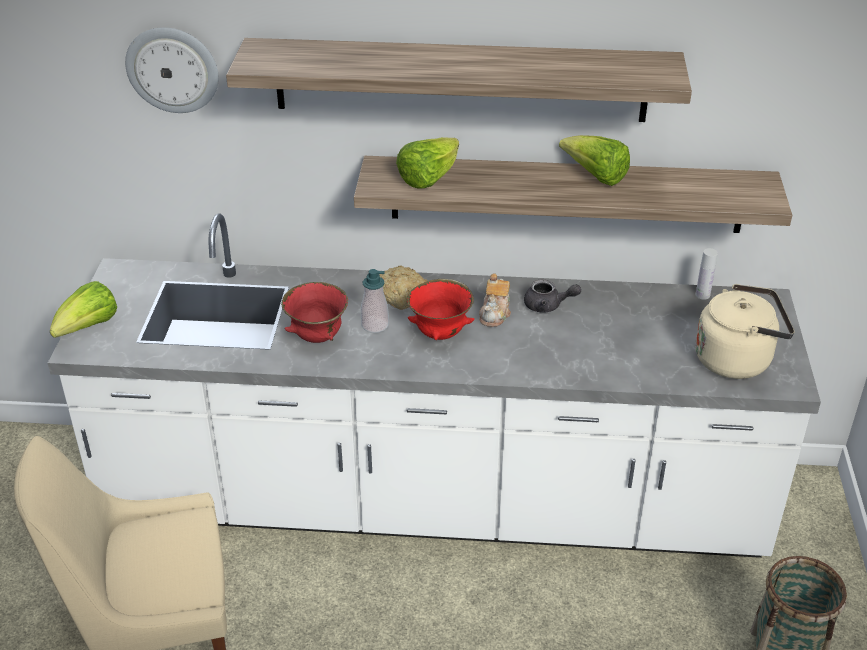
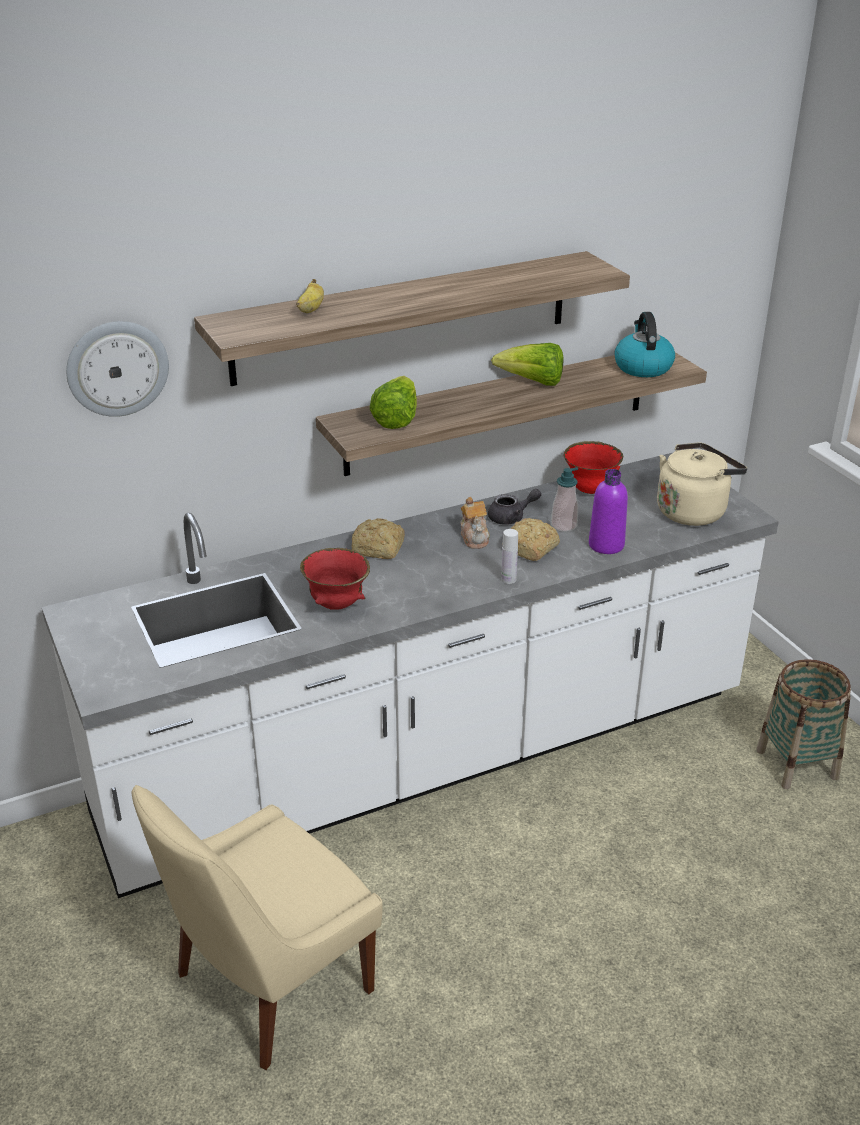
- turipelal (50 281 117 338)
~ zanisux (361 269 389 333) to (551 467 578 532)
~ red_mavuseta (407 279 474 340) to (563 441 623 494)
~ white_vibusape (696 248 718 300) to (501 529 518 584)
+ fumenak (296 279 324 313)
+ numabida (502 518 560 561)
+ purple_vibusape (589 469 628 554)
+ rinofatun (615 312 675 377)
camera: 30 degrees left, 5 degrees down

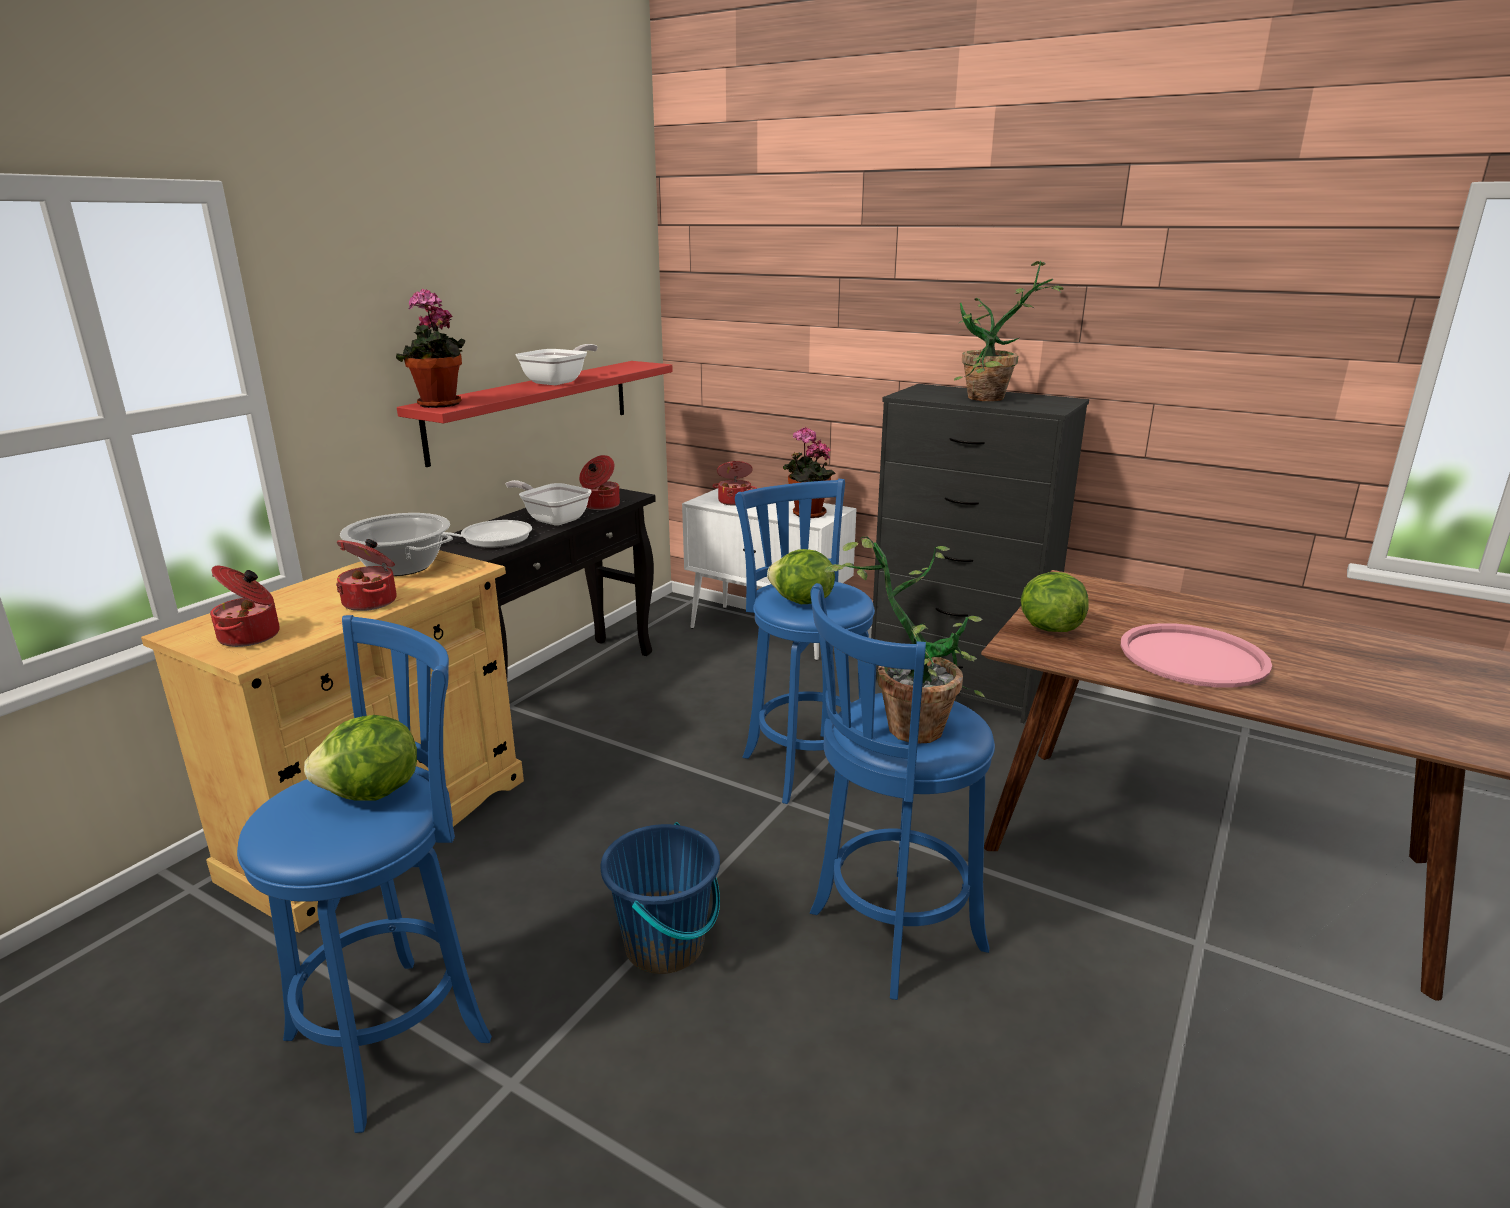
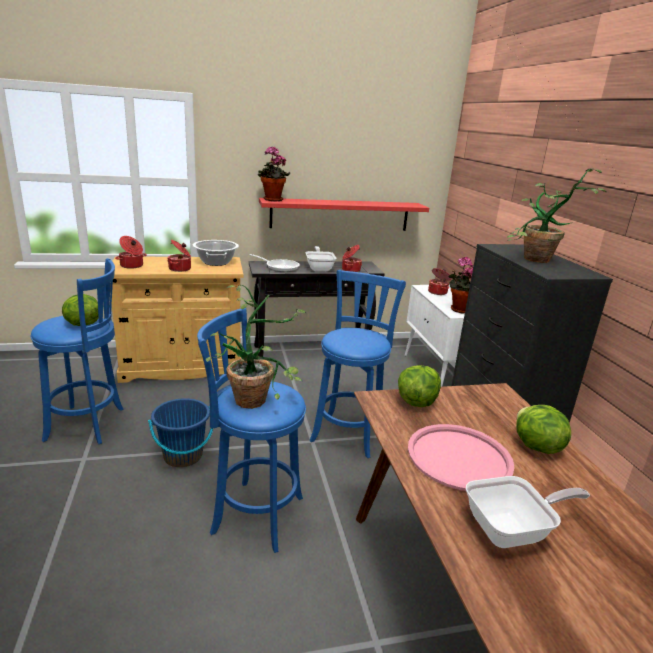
~ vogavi (516 344 598 385) to (466 476 590 548)
~ turipelal (767 549 835 604) to (516 405 571 454)
camera: 45 degrees right, 0 degrees up

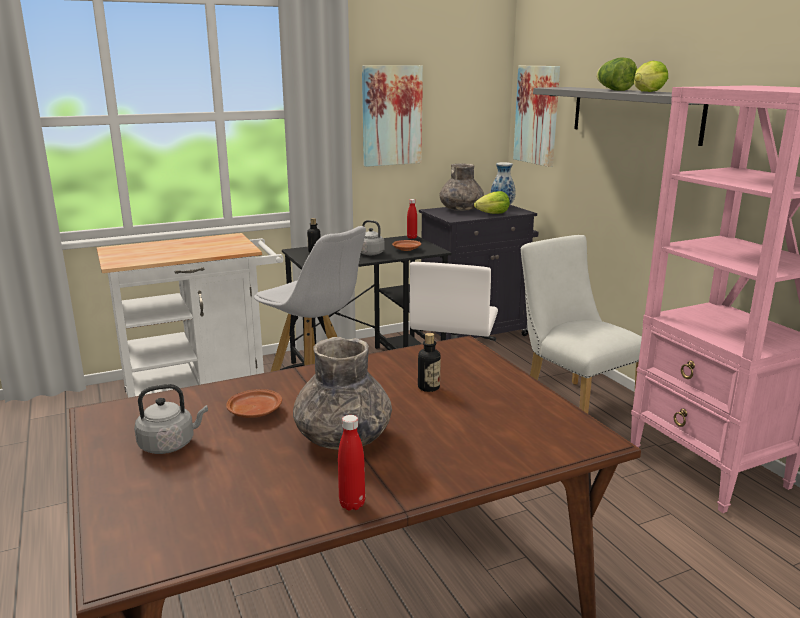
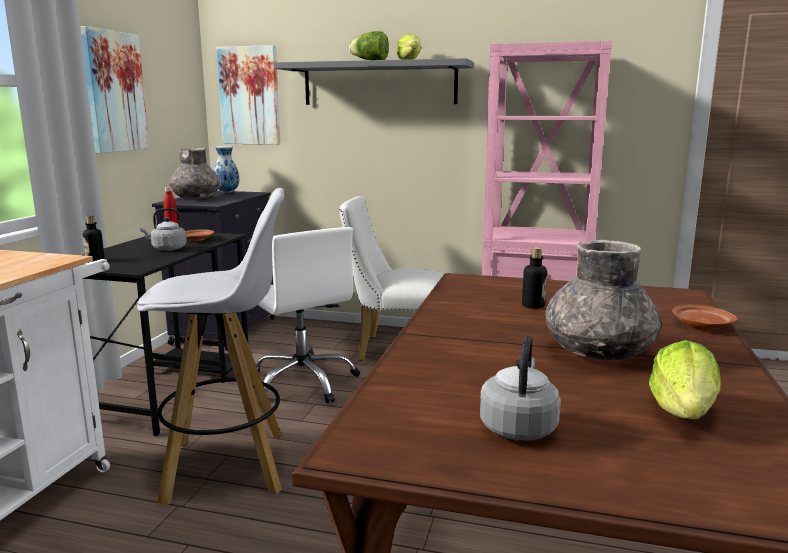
~ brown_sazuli (226 389 282 418) to (672 305 737 330)
- red_vibusape (338 415 365 511)
~ turipelal (474 191 510 214) to (649 340 721 419)
camera: 50 degrees left, 5 degrees down

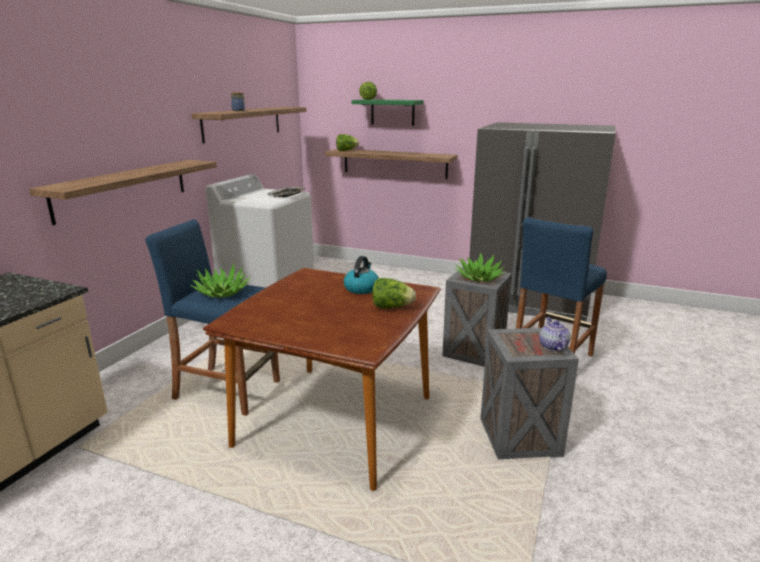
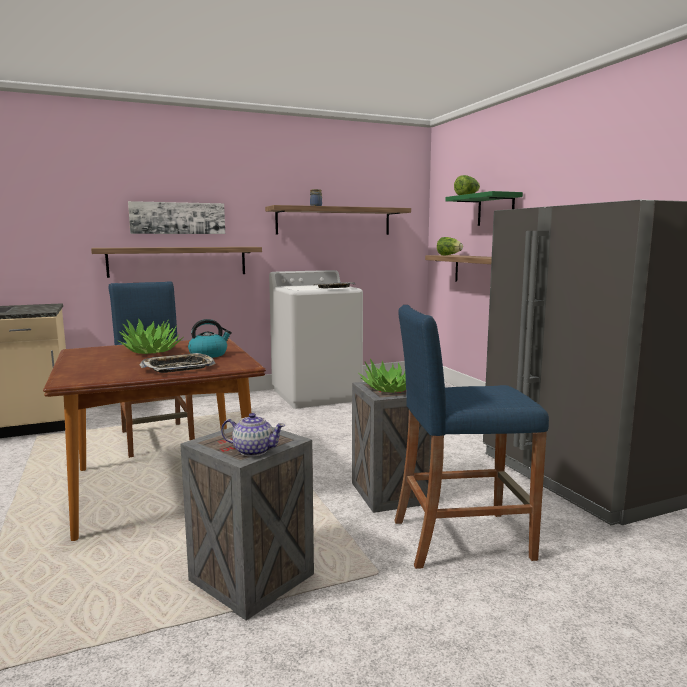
~ turipelal (372 278 416 309) to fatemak (139 353 215 373)
~ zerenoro (539 317 571 351) = (221 413 285 457) 60 degrees clockwise
+ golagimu (118 323 184 354)
+ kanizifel (128 201 225 234)
camera: 45 degrees right, 10 degrees down

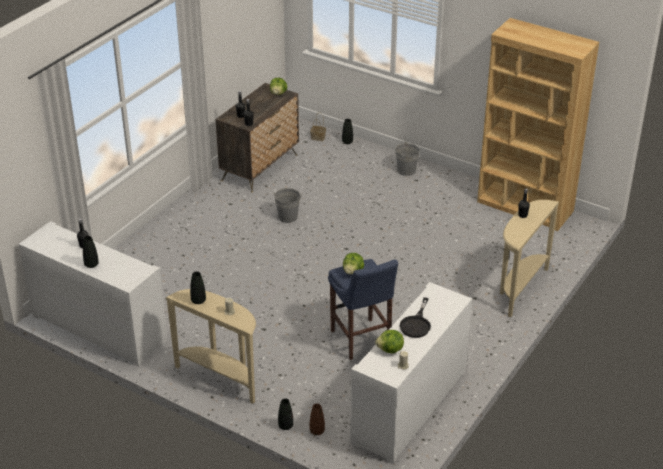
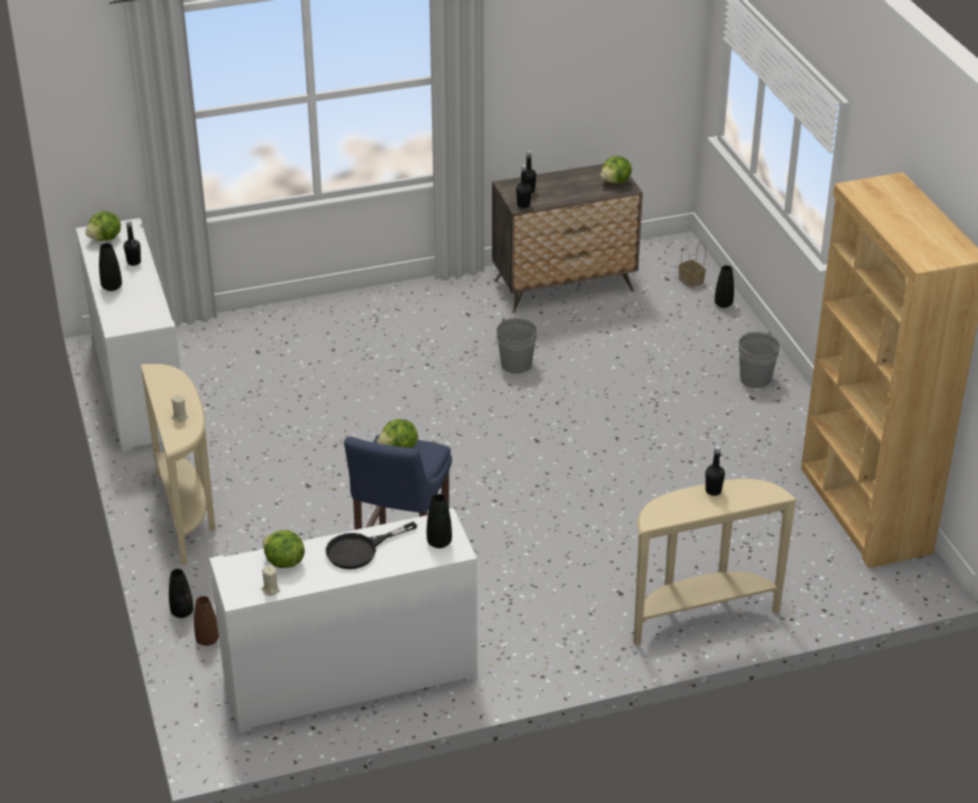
~ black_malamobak (190 271 206 304) to (427 494 452 548)
+ turipelal (85 211 121 241)
camera: 40 degrees right, 0 degrees up

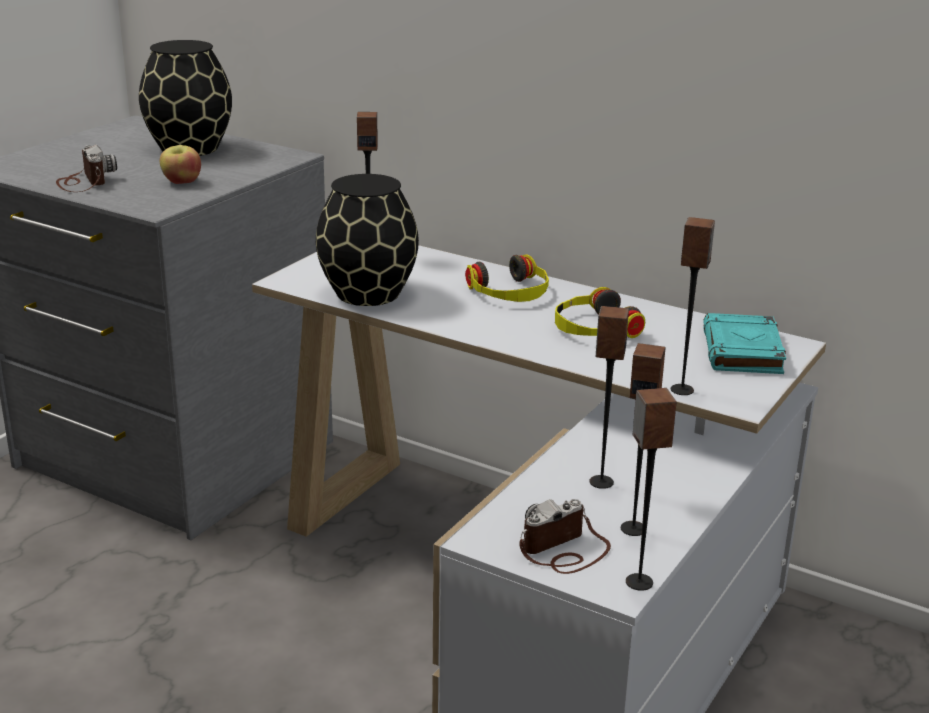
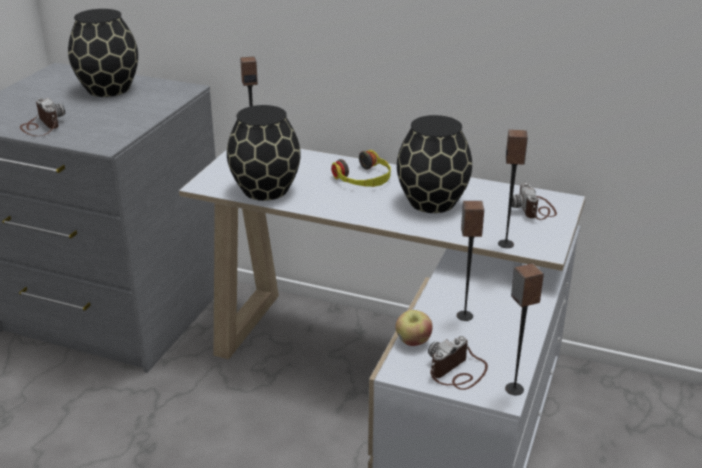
~ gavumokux (160 145 201 184) to (395 310 433 346)
~ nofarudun (555 287 645 338) to black_malamobak (397 115 472 213)
- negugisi (621 343 665 536)
~ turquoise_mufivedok (703 313 786 374) to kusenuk (511 182 557 220)
camera: 10 degrees left, 5 degrees up

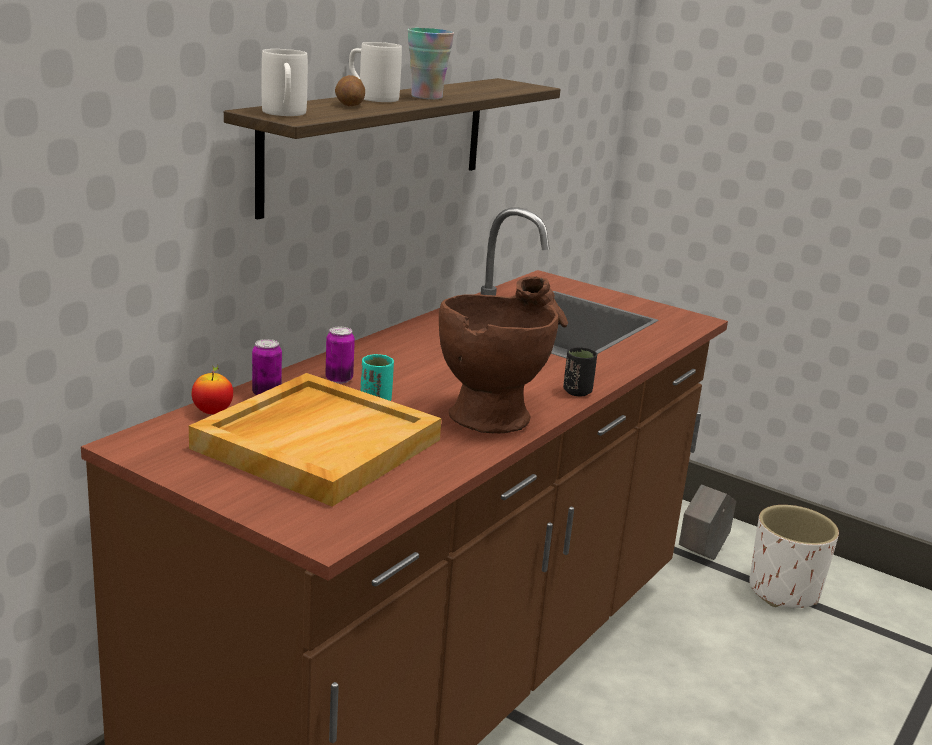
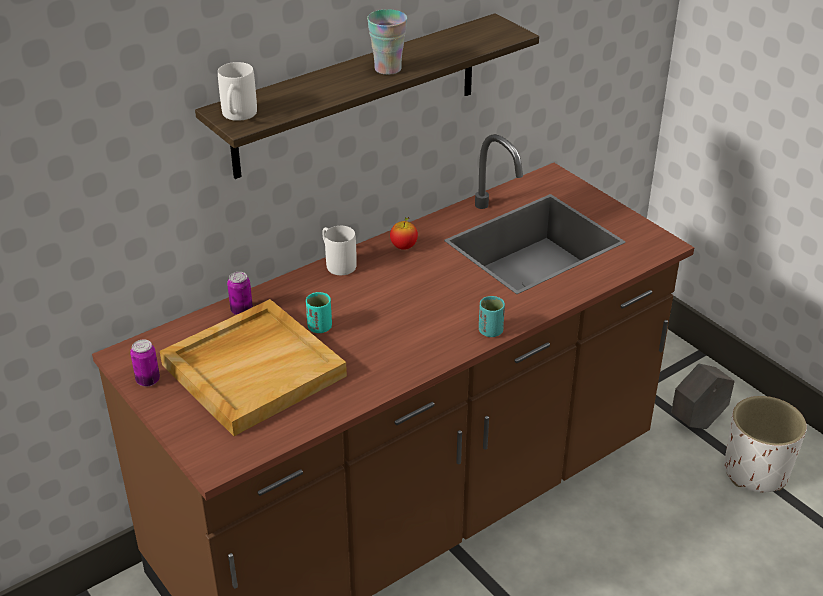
~ gavumokux (191 366 233 414) to (390 217 418 250)
~ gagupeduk (325 327 355 384) to (130 340 160 387)
- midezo (335 75 365 106)
~ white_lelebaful (349 42 402 102) to (322 226 357 275)
- brown_malamobak (439 276 568 434)
~ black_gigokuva (563 347 597 397) to turquoise_gigokuva (479 296 505 337)
camera: 20 degrees right, 15 degrees up

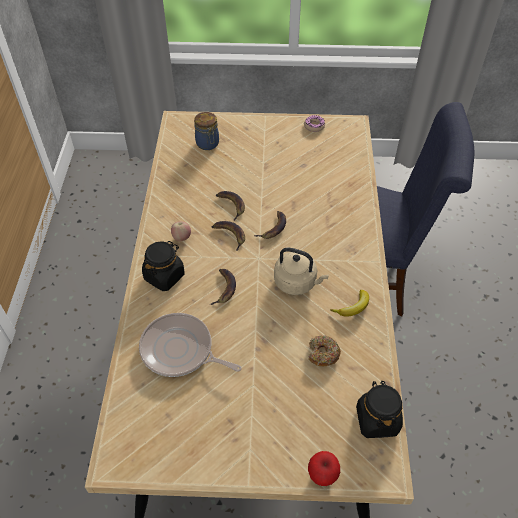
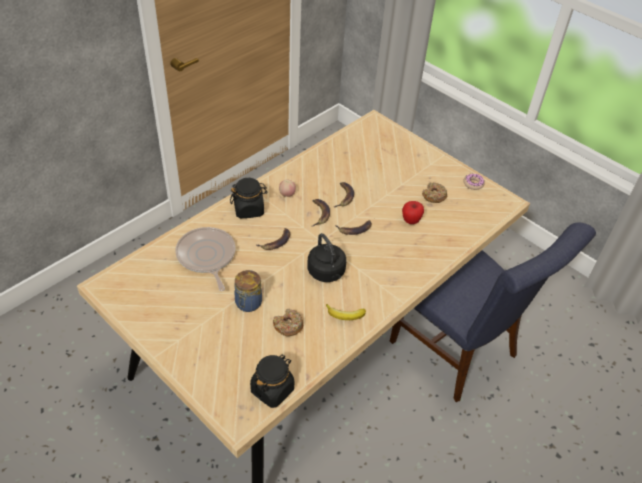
~ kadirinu (194 112 219 150) to (235 270 262 312)
~ beige_rinofatun (274 247 329 295) to black_rinofatun (307 233 346 282)
~ gavumokux (308 451 340 486) to (402 201 424 224)
+ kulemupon (422 182 447 203)
camera: 40 degrees right, 5 degrees down

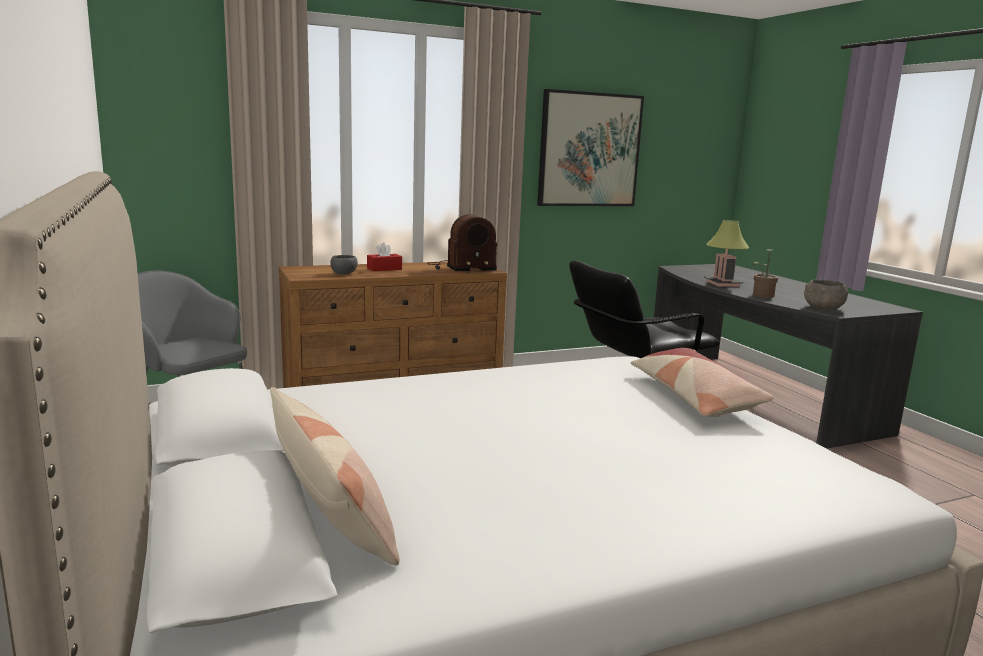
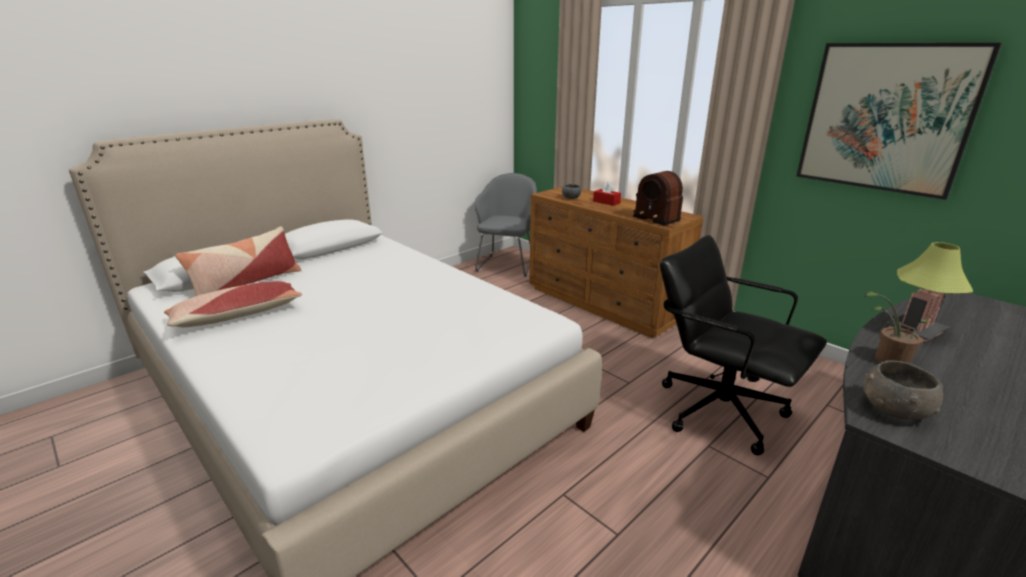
~ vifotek (631 348 774 417) to (164 281 302 327)
camera: 70 degrees right, 10 degrees up

